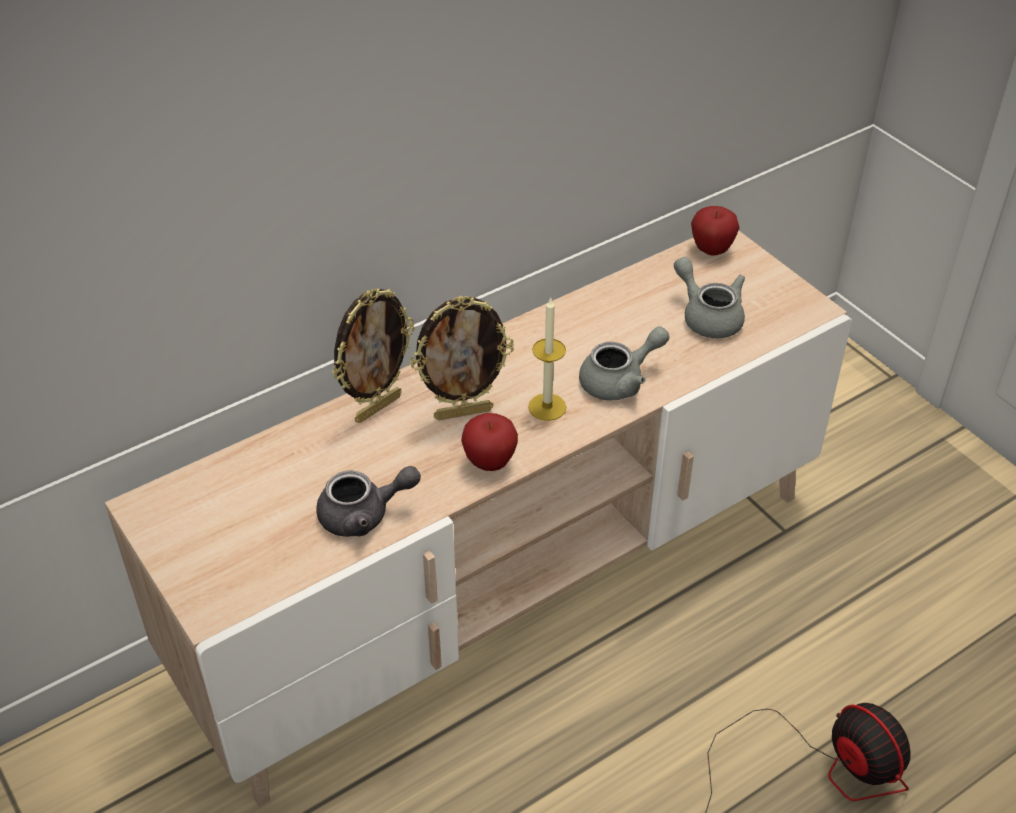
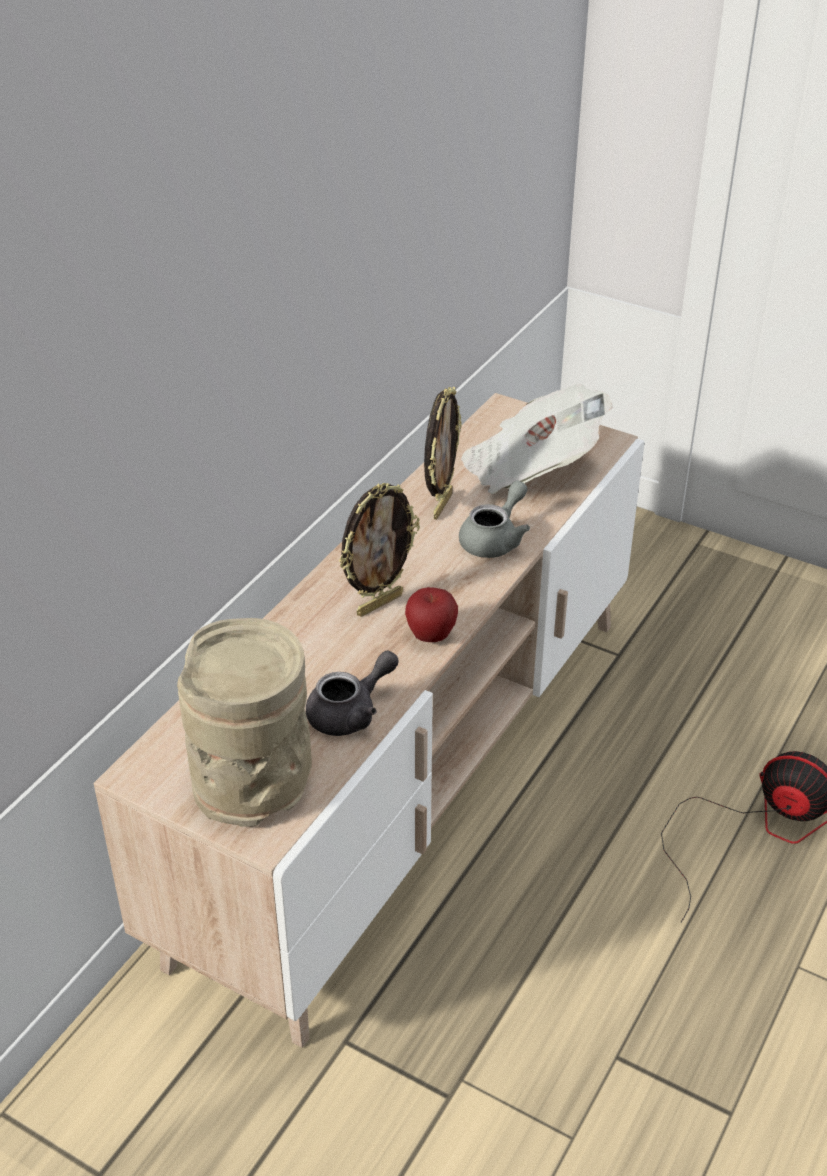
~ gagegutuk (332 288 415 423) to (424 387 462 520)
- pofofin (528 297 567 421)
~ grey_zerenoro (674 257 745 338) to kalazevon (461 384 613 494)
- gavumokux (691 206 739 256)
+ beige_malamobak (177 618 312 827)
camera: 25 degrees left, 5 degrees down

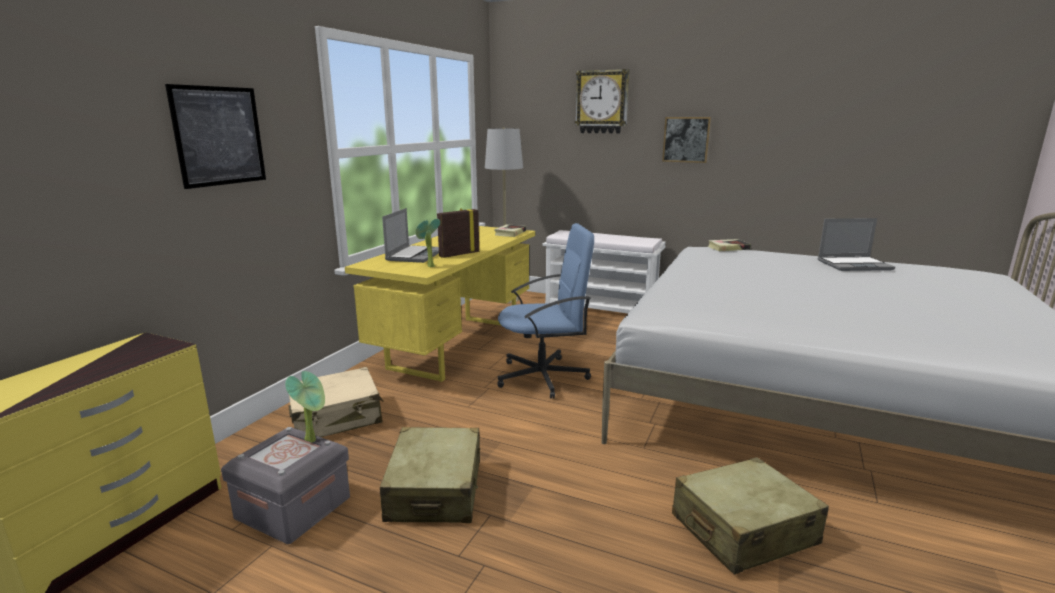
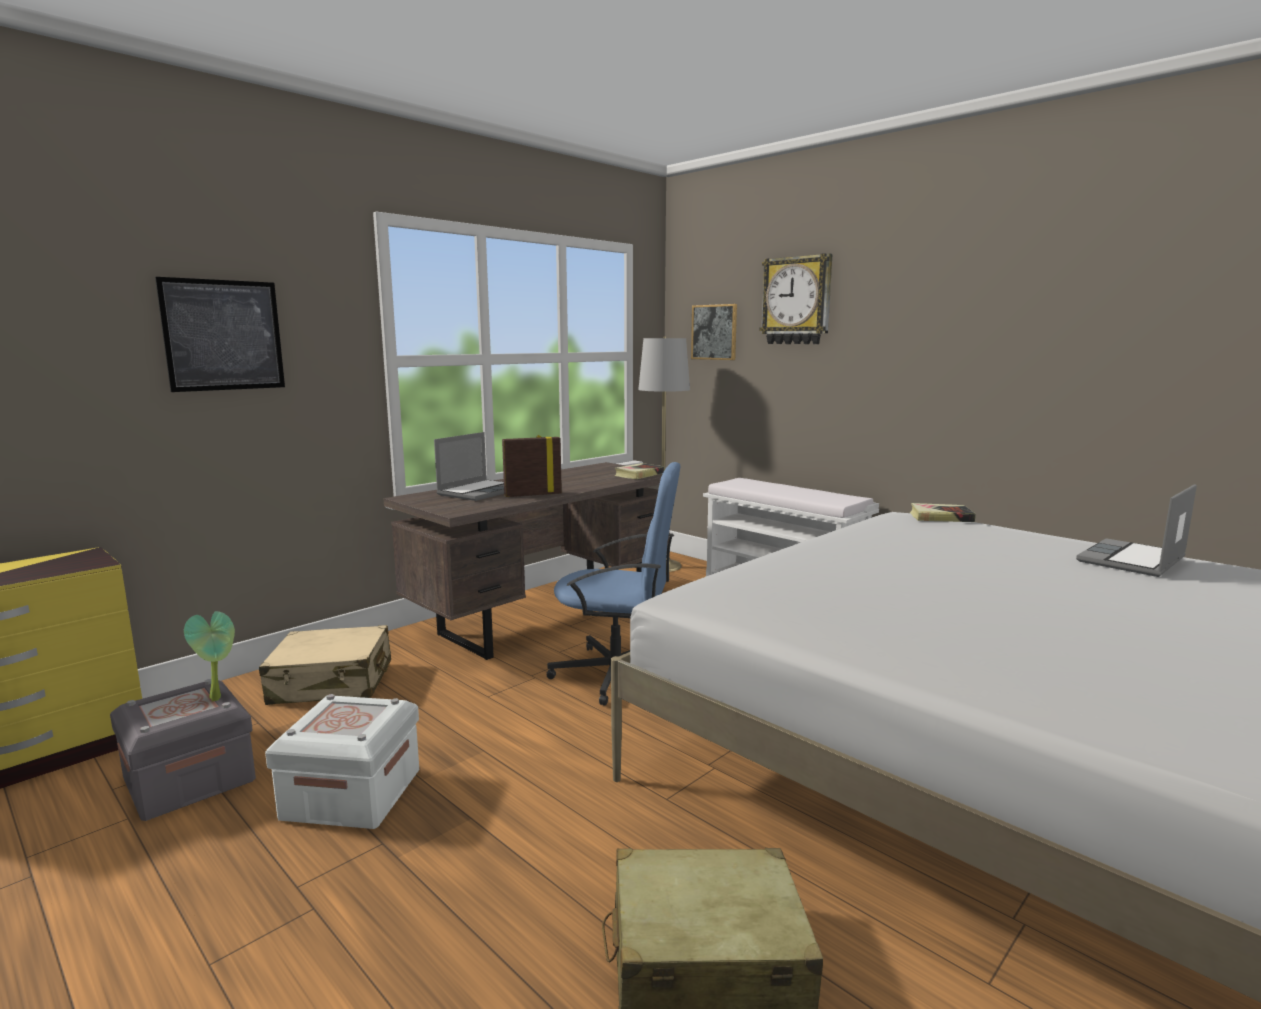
~ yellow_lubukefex (345 226 535 382) to brown_lubukefex (384 462 670 660)
~ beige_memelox (380 427 480 523) to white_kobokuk (265 694 419 829)
- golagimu (416 219 440 267)
~ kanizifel (662 117 711 163) to (691 304 737 360)
~ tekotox (818 218 895 271) = (1076 484 1197 577) 120 degrees clockwise
camera: 20 degrees right, 5 degrees down

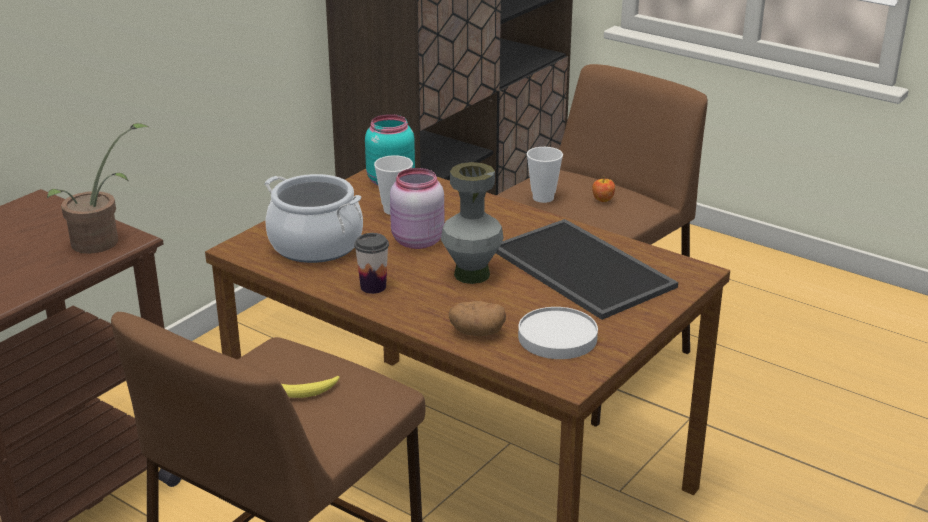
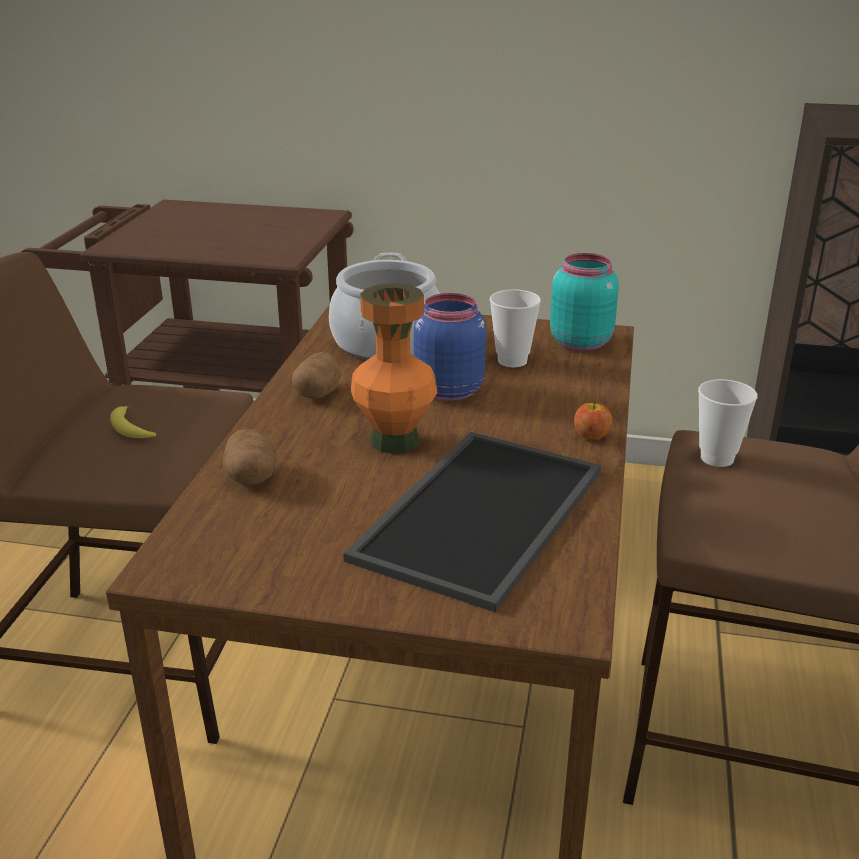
- golagimu (47 123 150 254)
~ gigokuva (354 233 389 294) to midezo (292 352 341 398)
~ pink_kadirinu (390 168 445 249) to blue_kadirinu (414 293 486 401)
~ grey_malamobak (441 162 504 284) to orange_malamobak (351 283 437 454)
- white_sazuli (518 307 598 359)
~ gavumokux (592 176 615 202) to (574 399 612 440)
camera: 65 degrees right, 0 degrees up

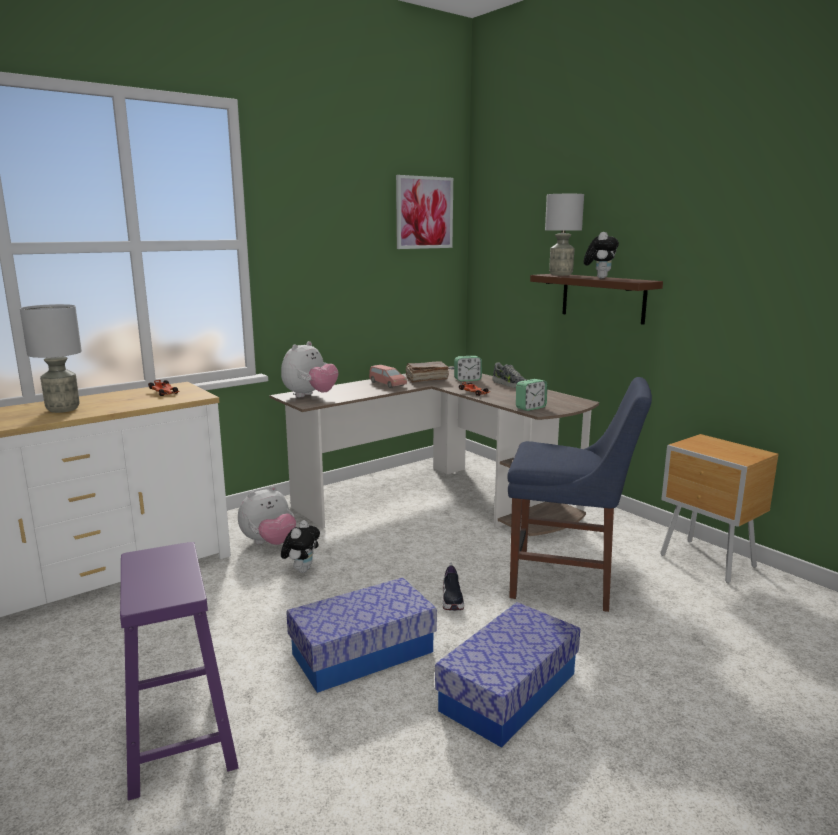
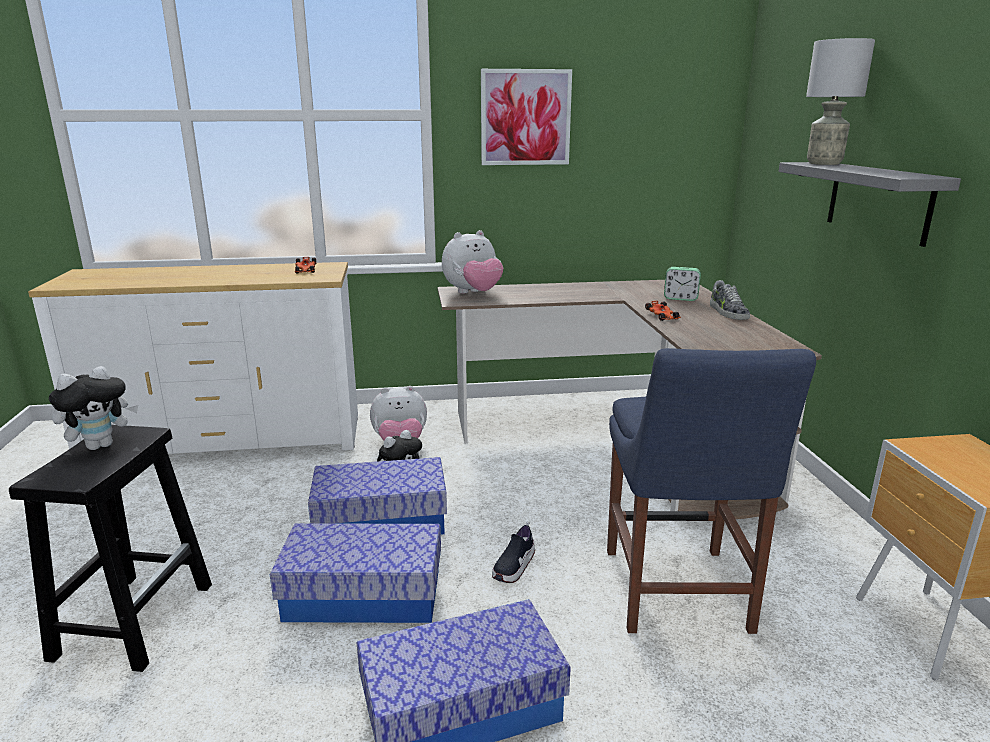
- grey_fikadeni (20 304 82 413)
~ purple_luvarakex (120 542 239 801) to black_luvarakex (9 425 212 672)
- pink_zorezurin (369 365 407 388)
~ kanizifel (396 175 453 249) to (481 69 572 165)
- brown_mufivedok (405 361 449 383)
~ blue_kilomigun (507 377 652 612) = (607 348 816 634) 45 degrees clockwise
- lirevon (516 379 547 411)
~ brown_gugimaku (530 274 663 325) to grey_gugimaku (779 162 961 247)
~ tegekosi (584 232 619 278) to (49 366 138 450)
+ kobokuk (308 457 447 535)
camera: 30 degrees right, 5 degrees up

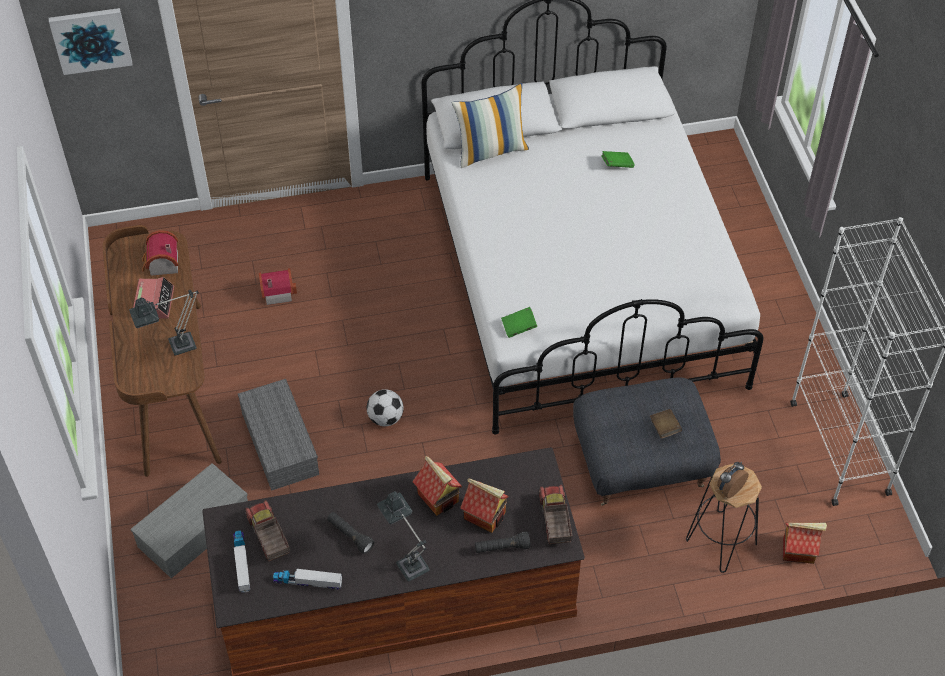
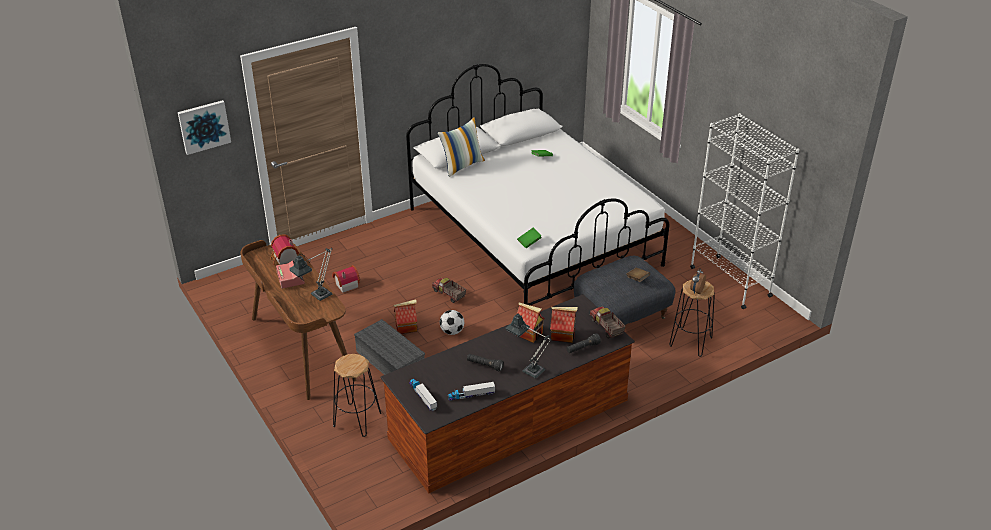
~ grey_kobokuk (131 463 248 578) to black_luvarakex (333 354 381 437)
~ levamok (245 500 290 561) to (432 278 466 303)
~ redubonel (783 523 827 564) to (394 299 417 334)
camera: 20 degrees left, 15 degrees down

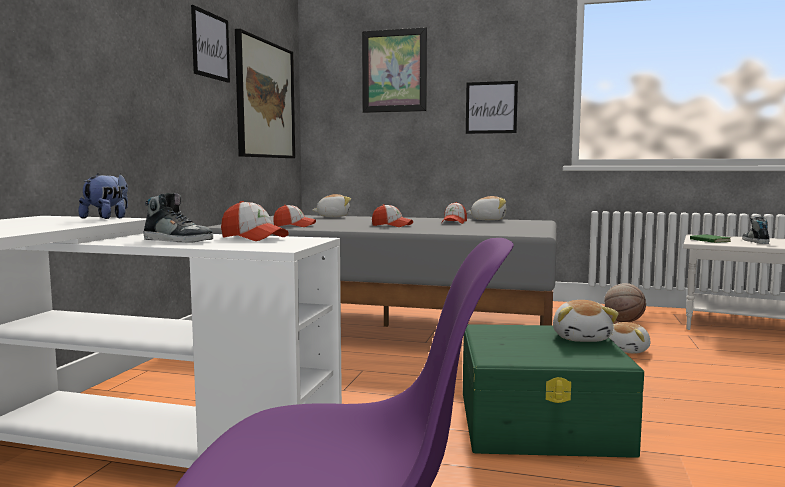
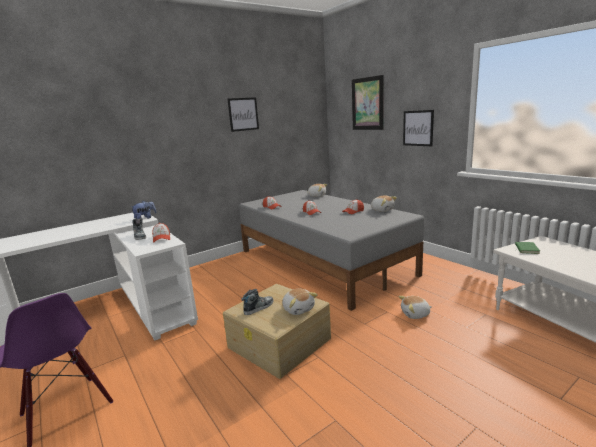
- kanizifel (235 29 295 158)
~ green_kobokuk (463 324 644 458) to beige_kobokuk (223 284 331 379)
~ tegekosi (553 300 619 342) = (282 289 318 315) 75 degrees counterclockwise
- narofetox (604 283 646 322)
~ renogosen (742 216 770 244) to (241 289 274 315)
camera: 40 degrees right, 10 degrees up

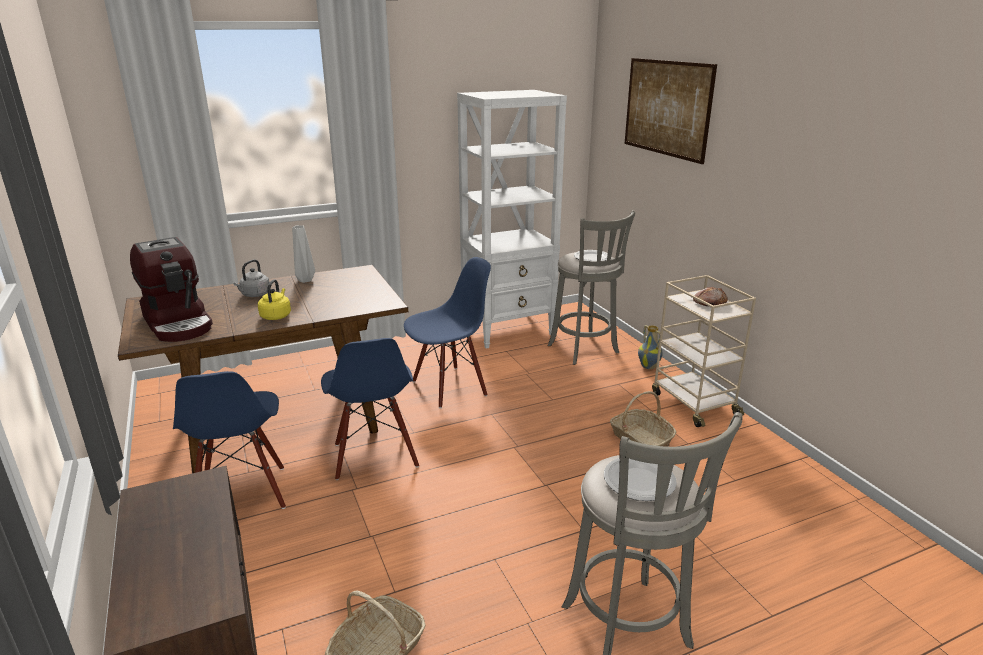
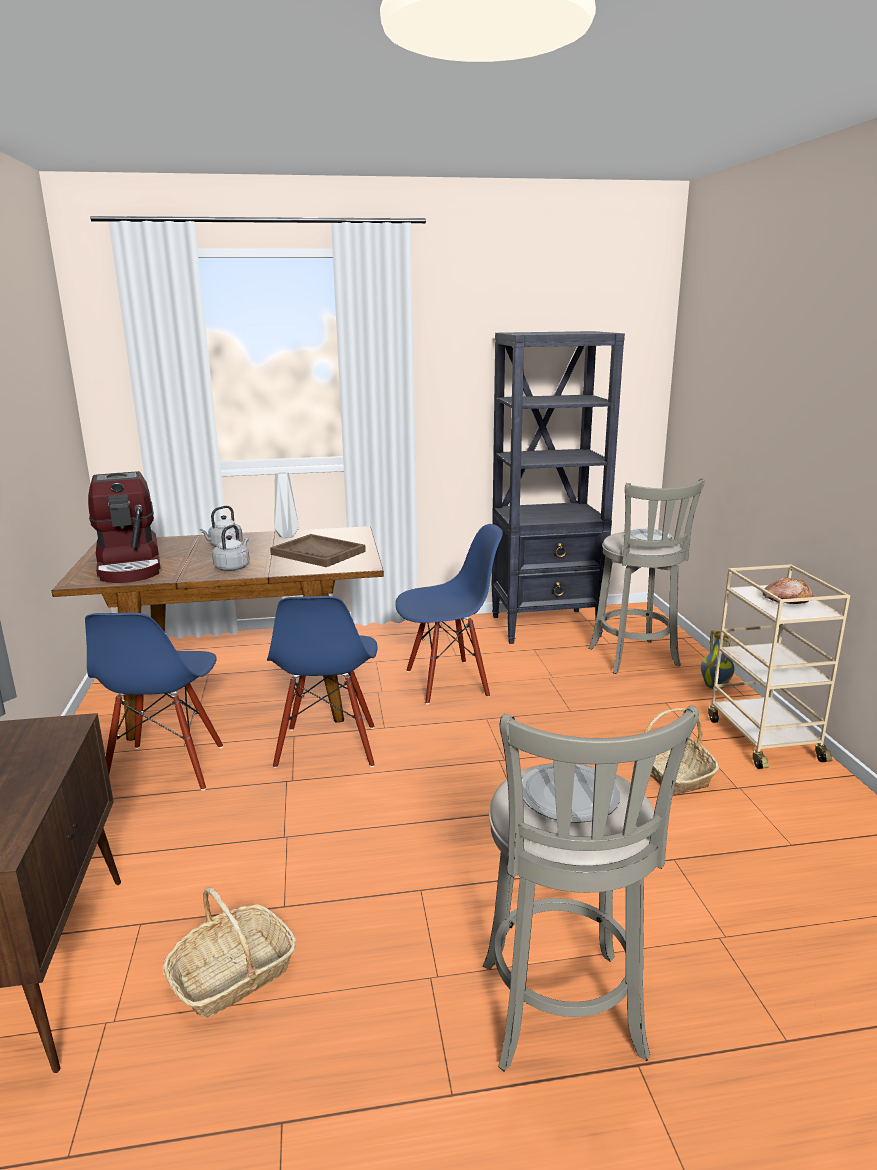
~ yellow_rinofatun (258 279 291 320) to grey_rinofatun (212 525 250 571)
~ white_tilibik (457 90 567 349) to black_tilibik (492 331 625 644)
- kanizifel (625 58 717 164)
+ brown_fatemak (270 534 366 567)
camera: 15 degrees right, 5 degrees down

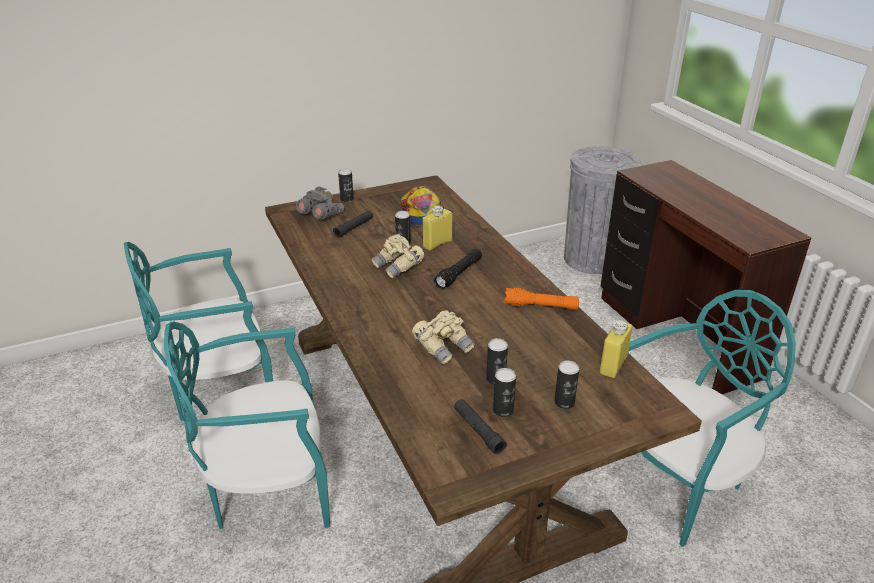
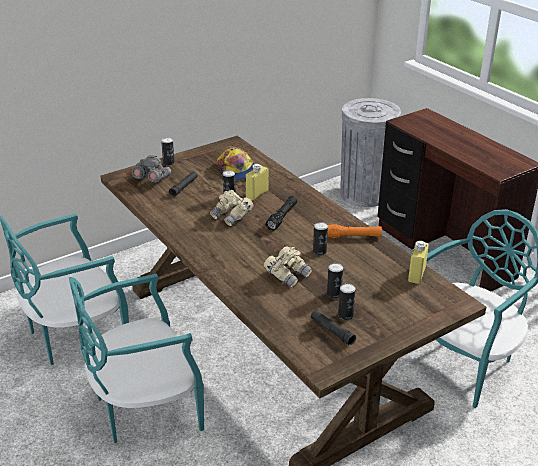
~ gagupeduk (554 360 579 409) to (313 222 328 255)
camera: 10 degrees left, 0 degrees up

